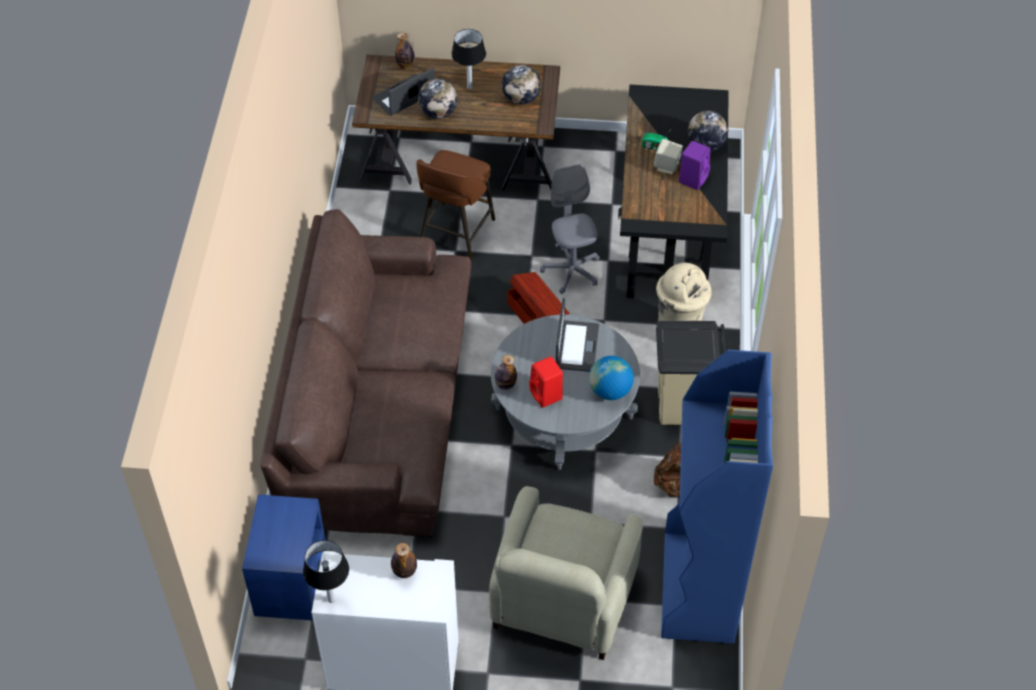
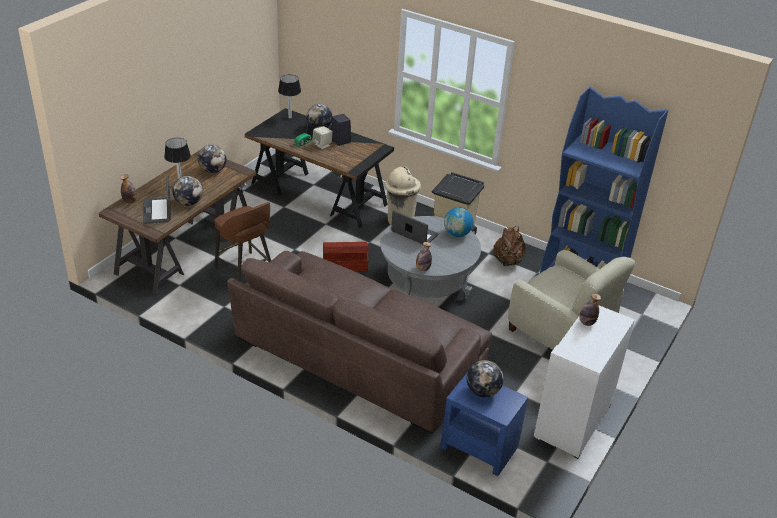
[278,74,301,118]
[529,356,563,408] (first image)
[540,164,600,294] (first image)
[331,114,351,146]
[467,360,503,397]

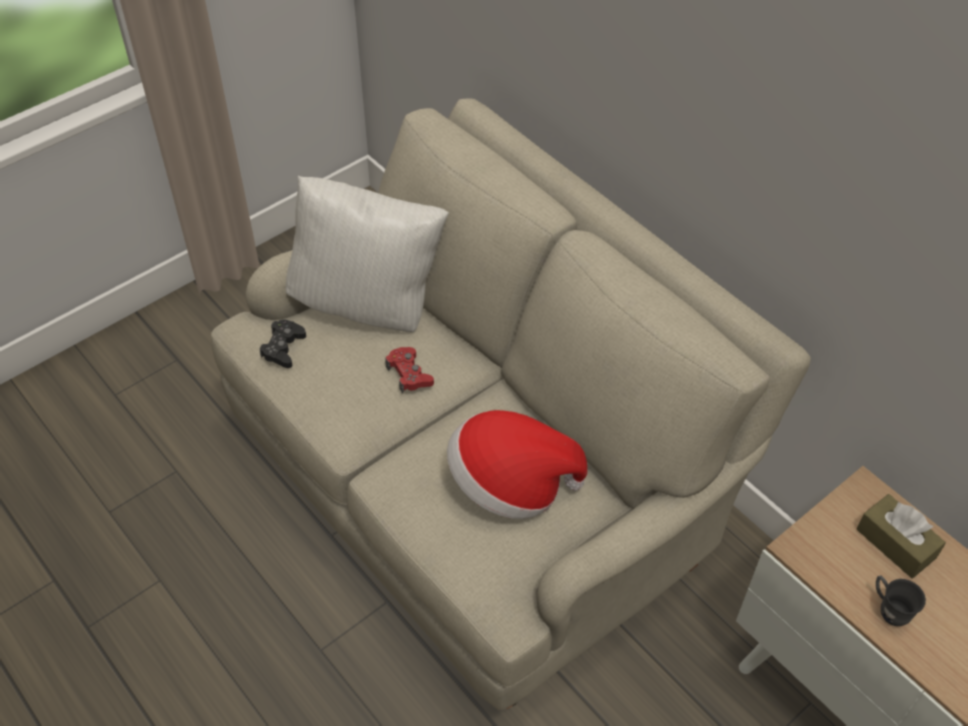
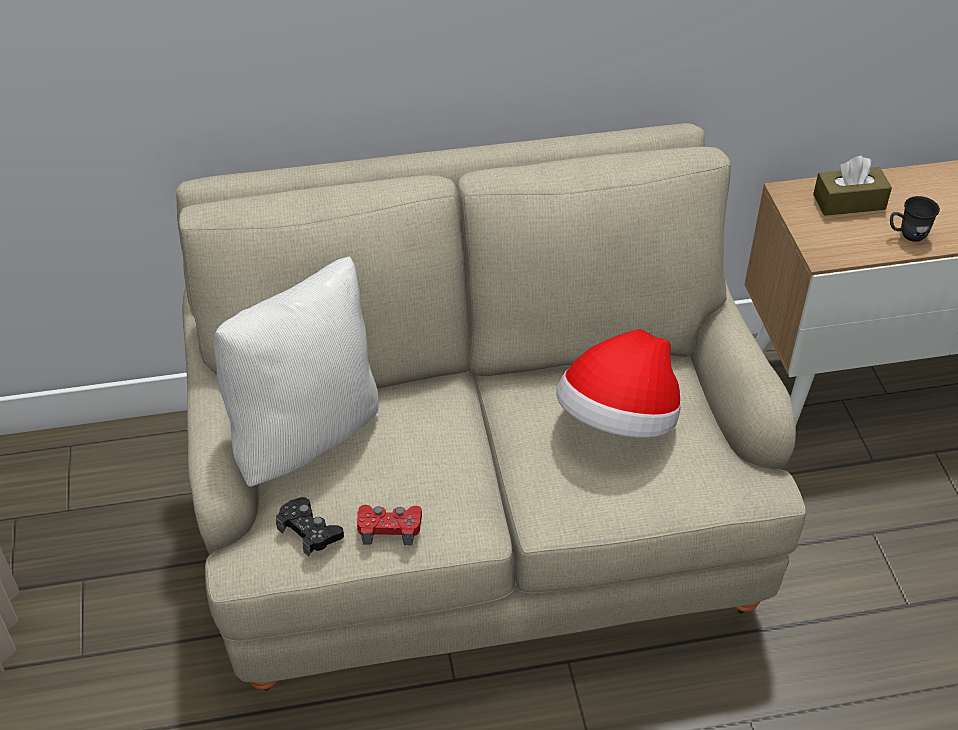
[357,505,422,545]

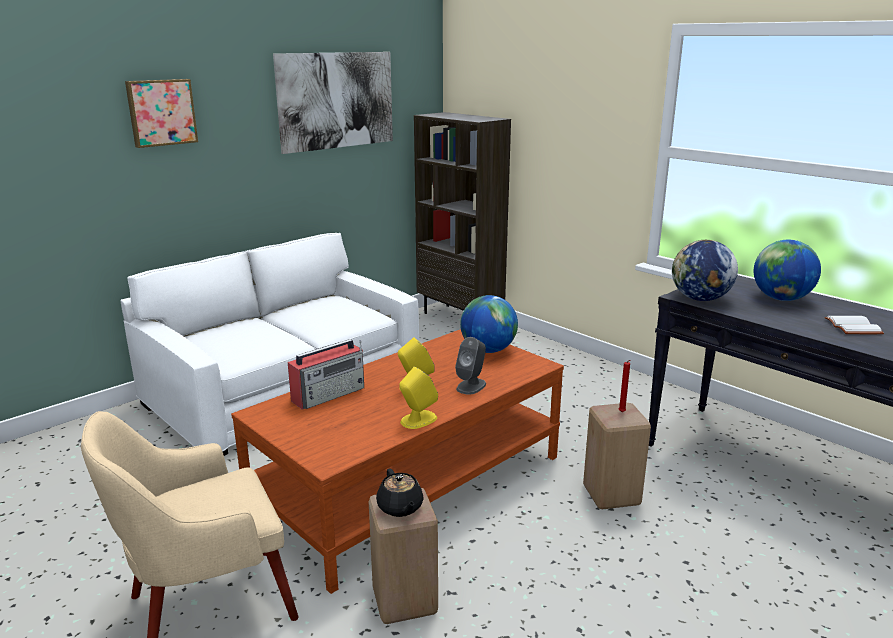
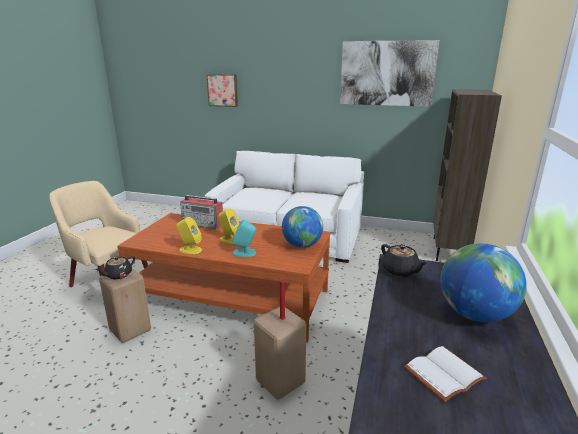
[206,74,238,107]
[233,220,256,257]
[381,244,427,277]

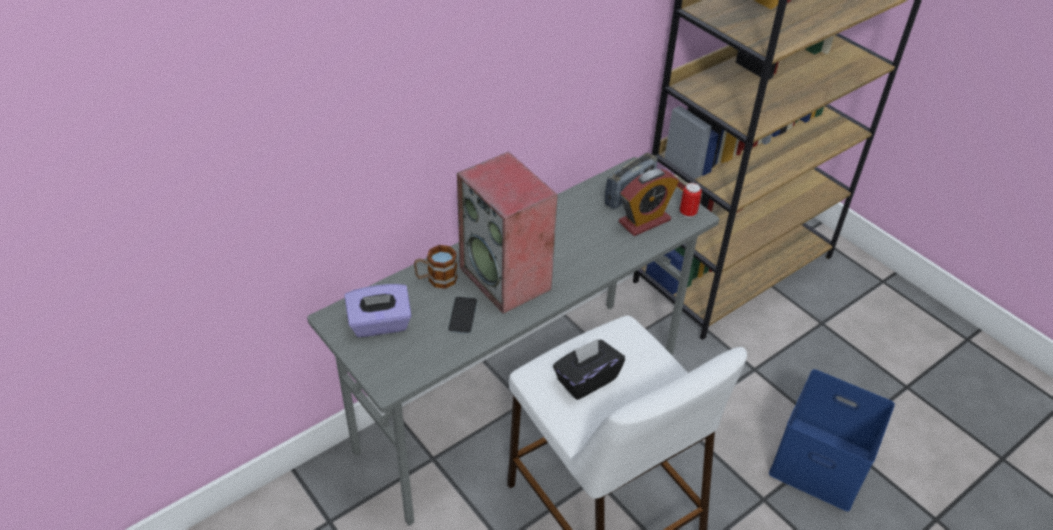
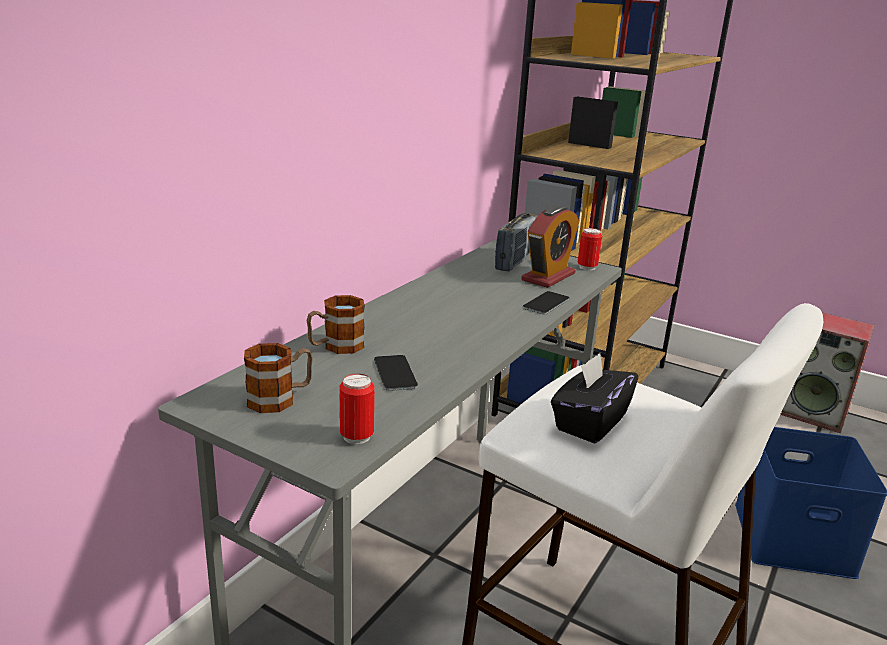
[244,343,313,413]
[780,313,875,433]
[339,374,375,444]
[523,291,569,314]

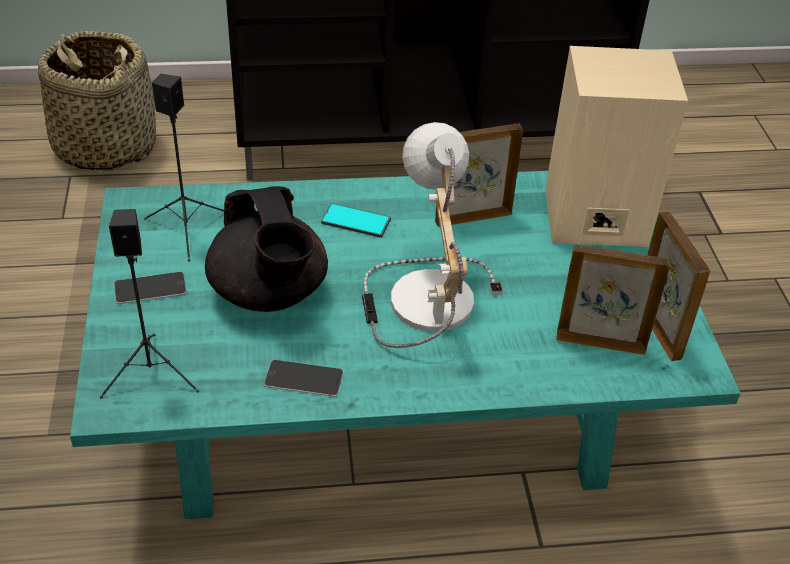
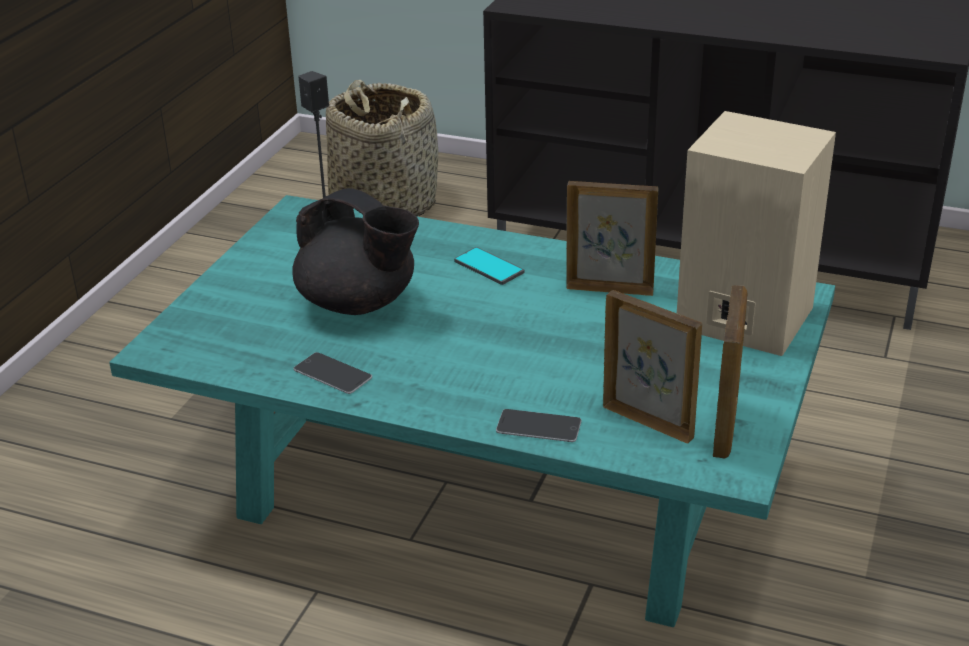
[100,209,199,399] (first image)
[496,409,582,442]
[292,188,419,315]
[362,122,503,348] (first image)

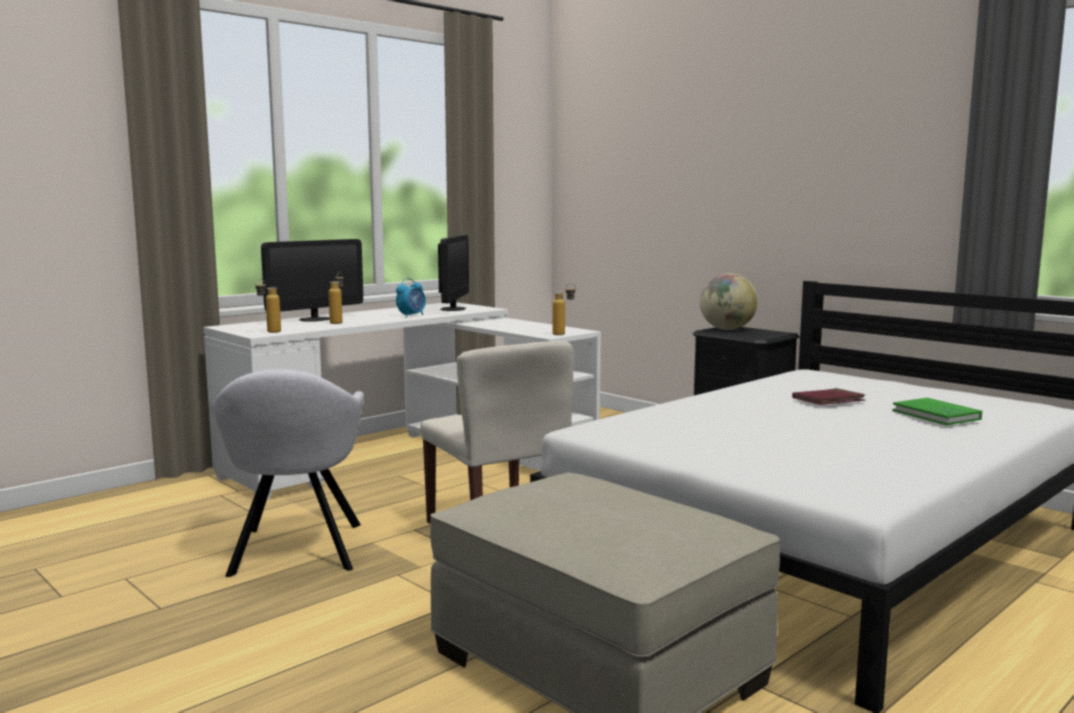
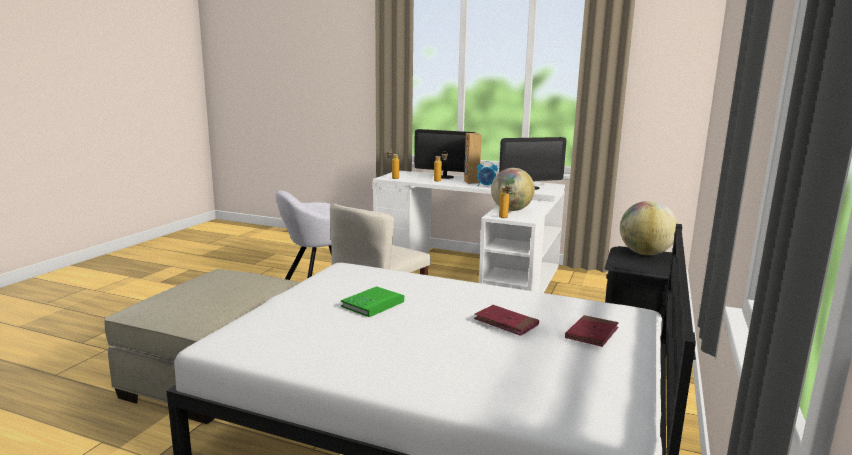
[341,286,404,317]
[464,133,482,184]
[491,168,535,211]
[565,315,619,347]

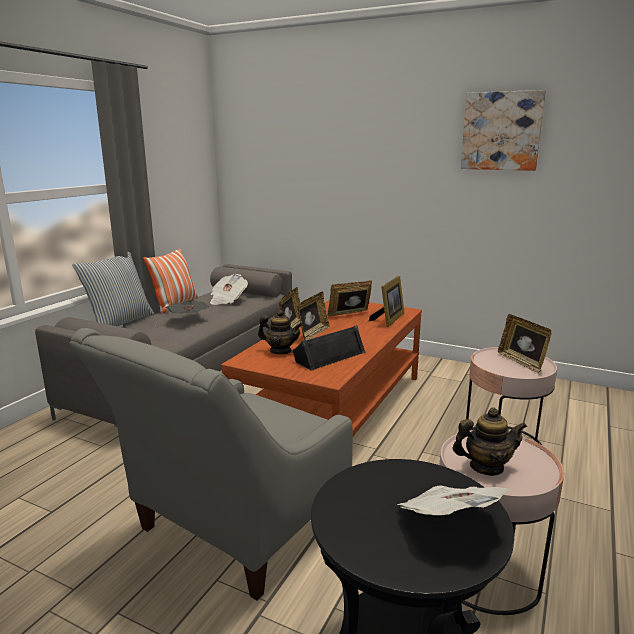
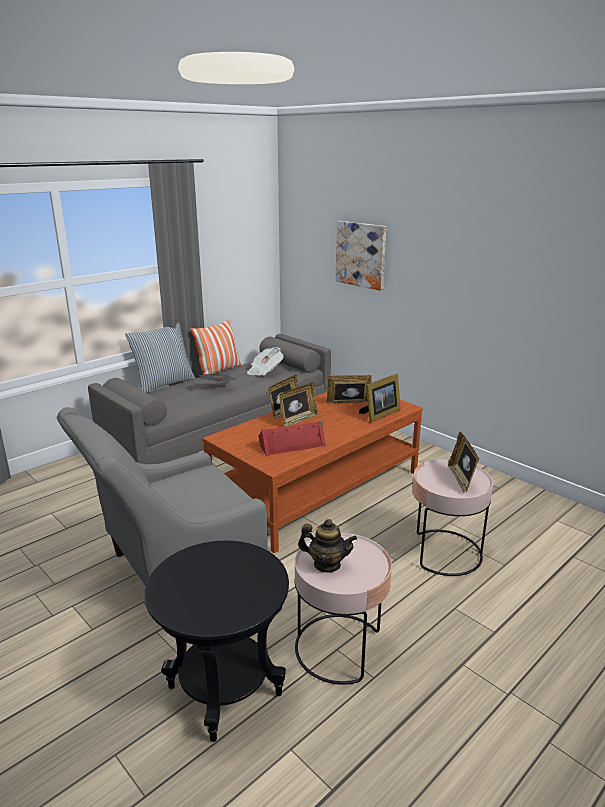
[258,310,303,354] (first image)
[258,421,326,456]
[397,486,512,515] (first image)
[336,221,386,291]

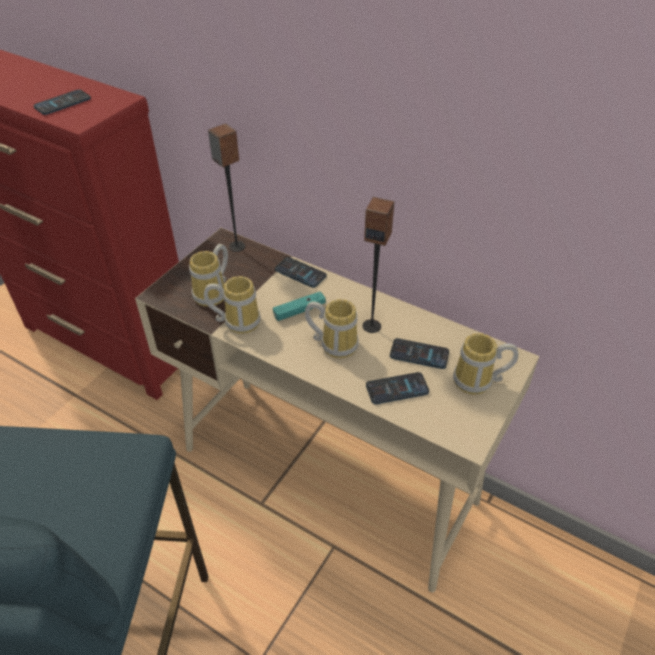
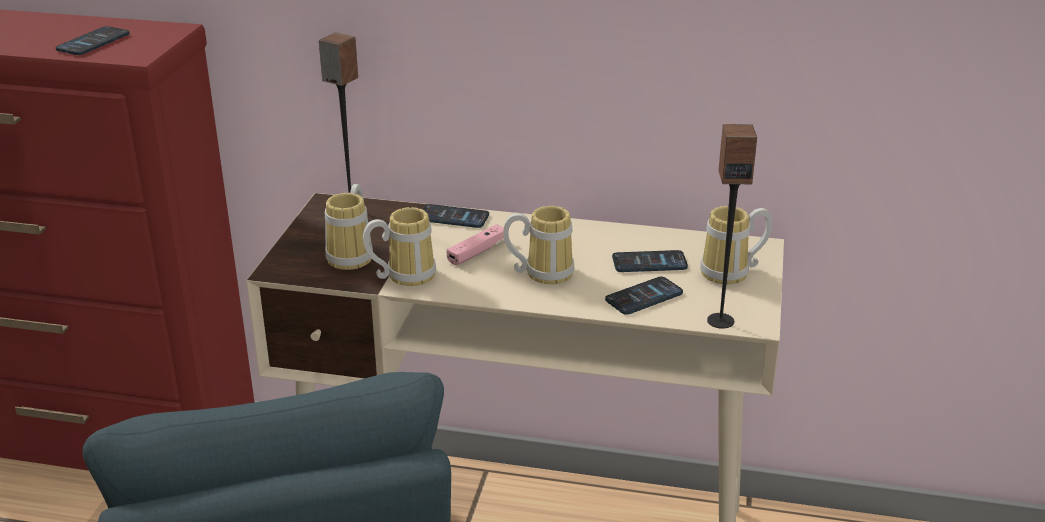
[447,224,504,265]
[707,124,757,329]

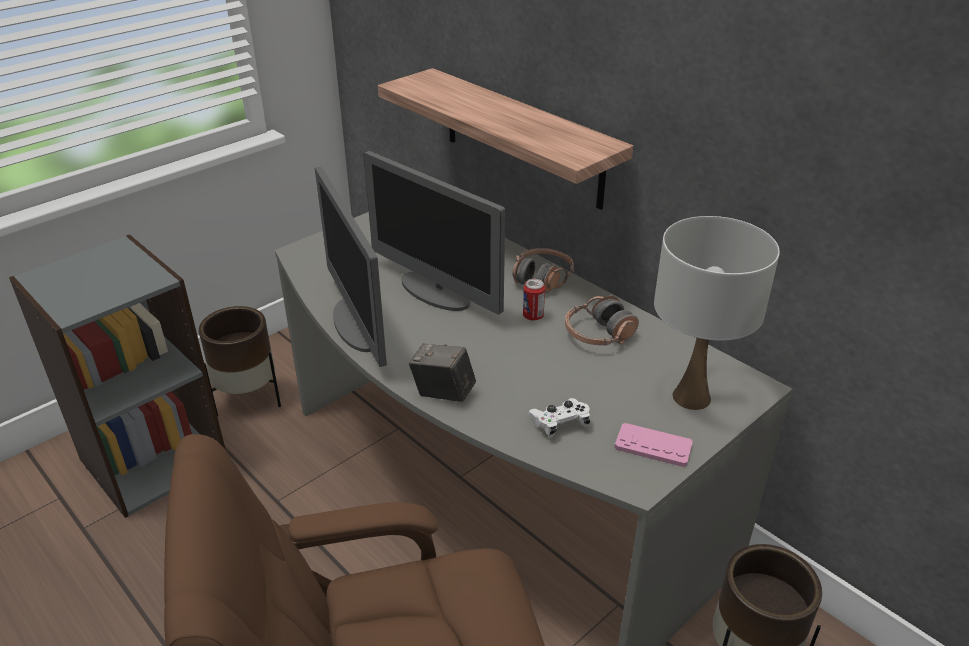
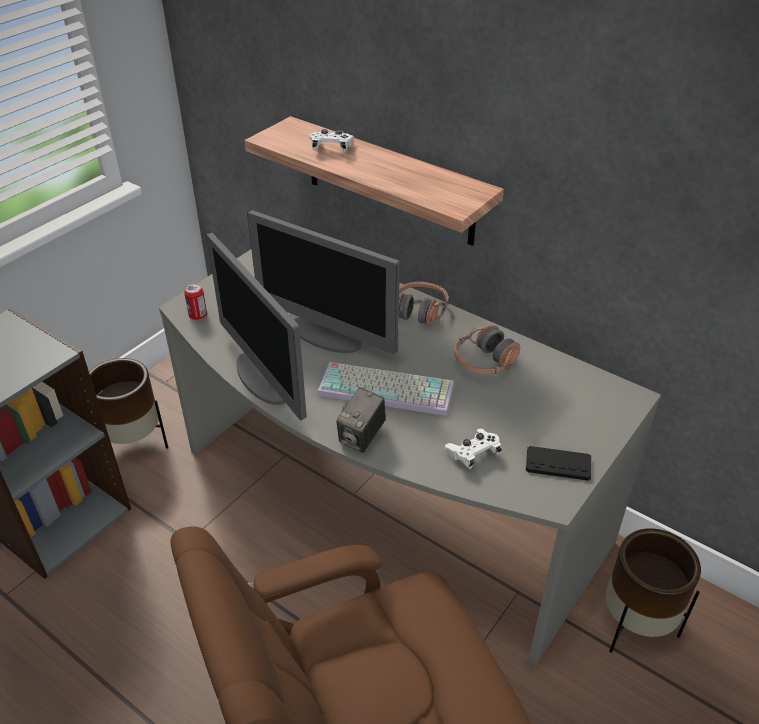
[337,387,386,453]
[184,284,207,320]
[526,446,591,481]
[654,216,780,410] (first image)
[310,129,354,152]
[317,362,454,416]

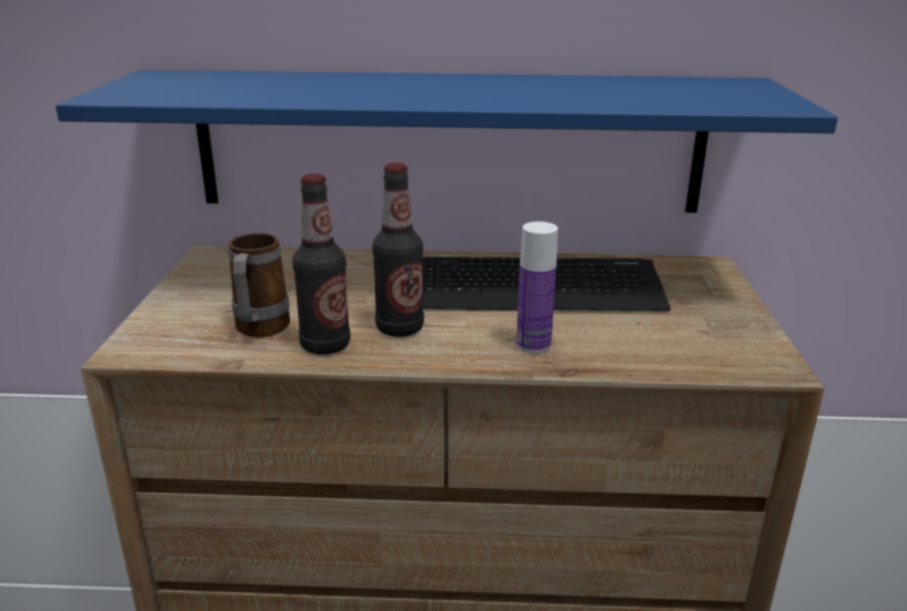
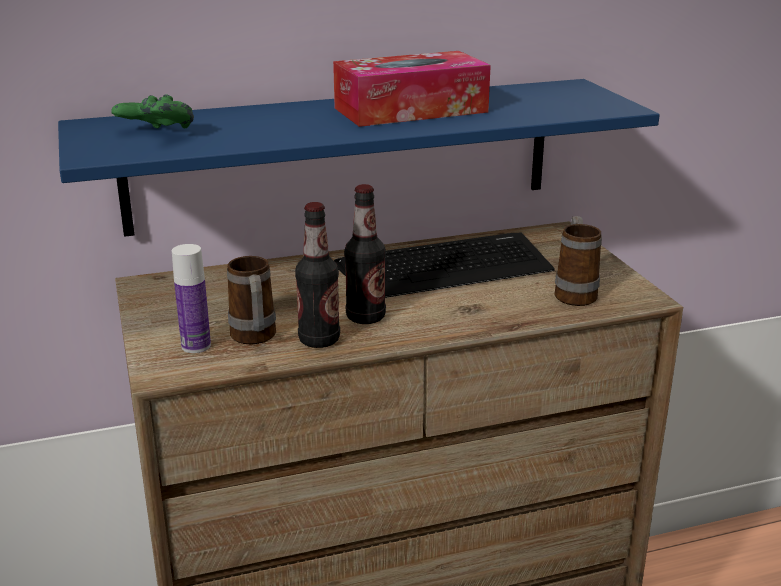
[172,244,211,353]
[111,94,194,128]
[333,51,491,127]
[554,216,602,306]

